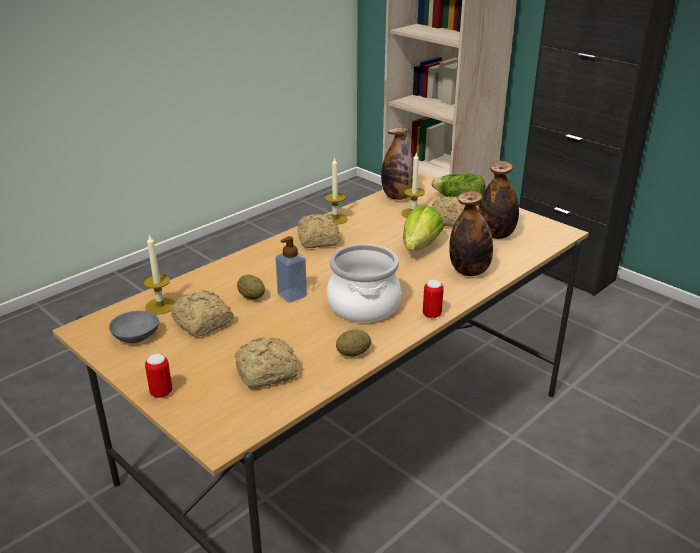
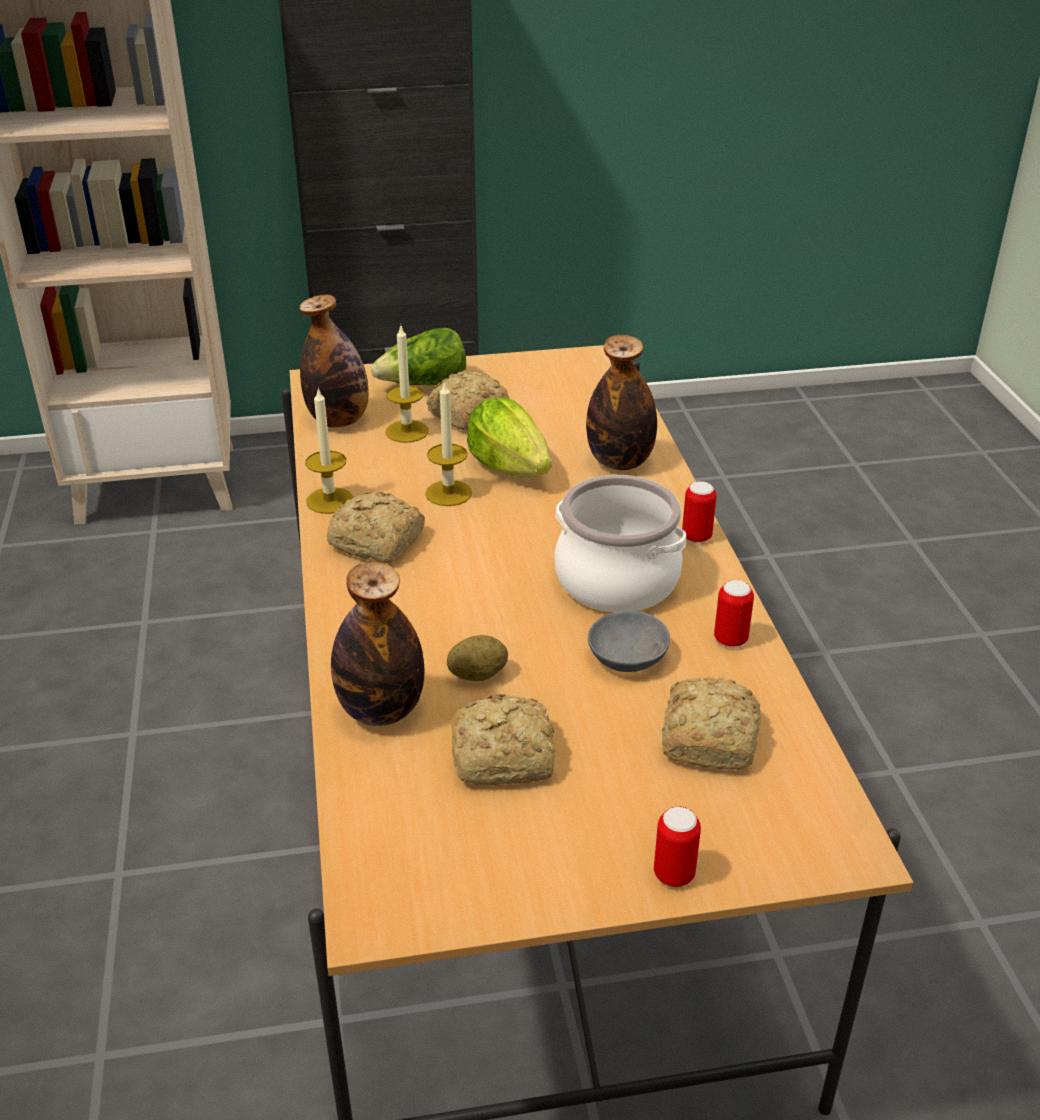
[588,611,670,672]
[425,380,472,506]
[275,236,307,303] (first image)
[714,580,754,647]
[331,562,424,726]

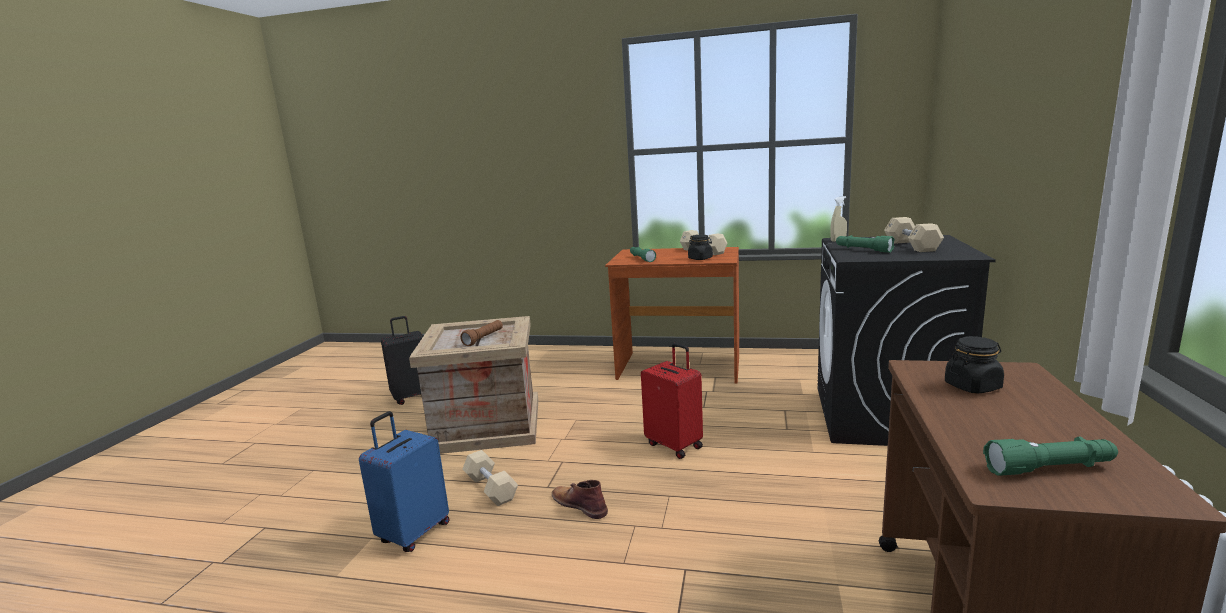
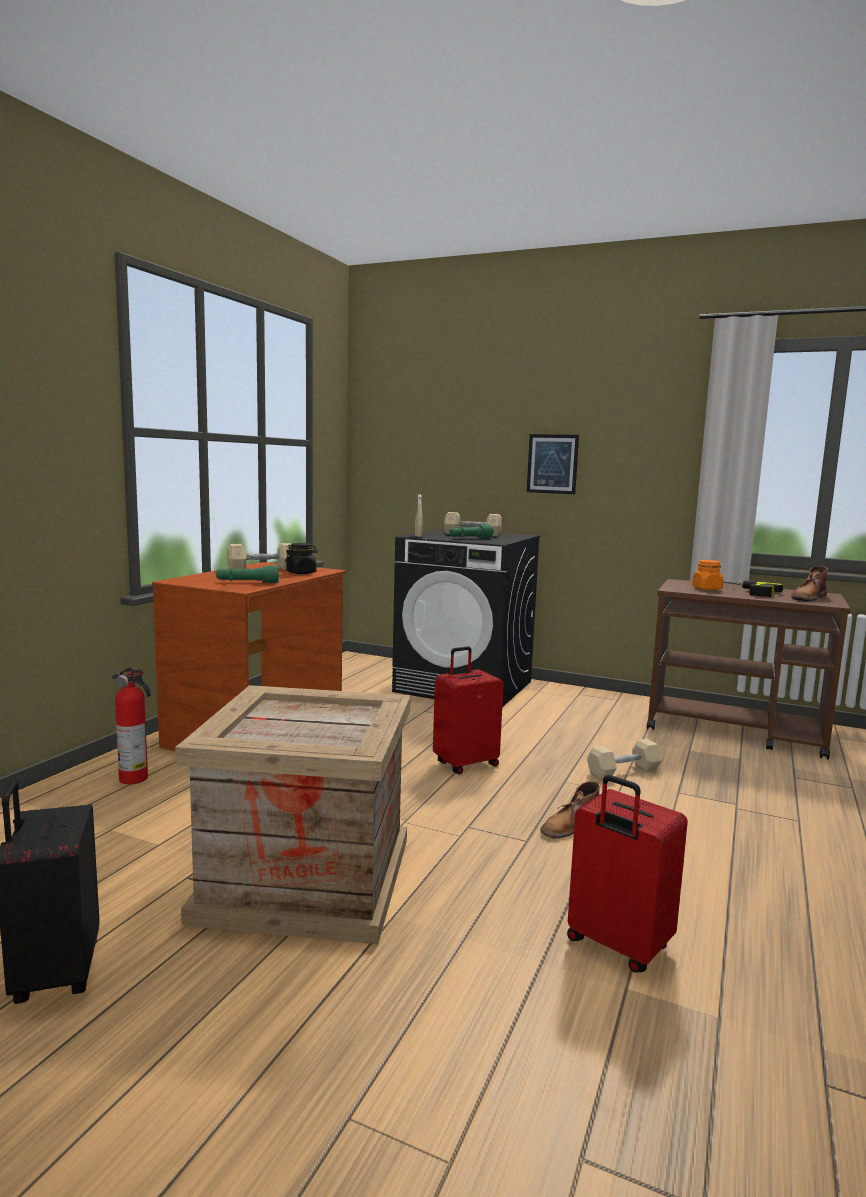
[567,775,688,972]
[460,320,503,346] (first image)
[587,739,662,780]
[692,560,724,590]
[791,566,828,601]
[112,667,151,784]
[527,434,579,494]
[723,581,784,597]

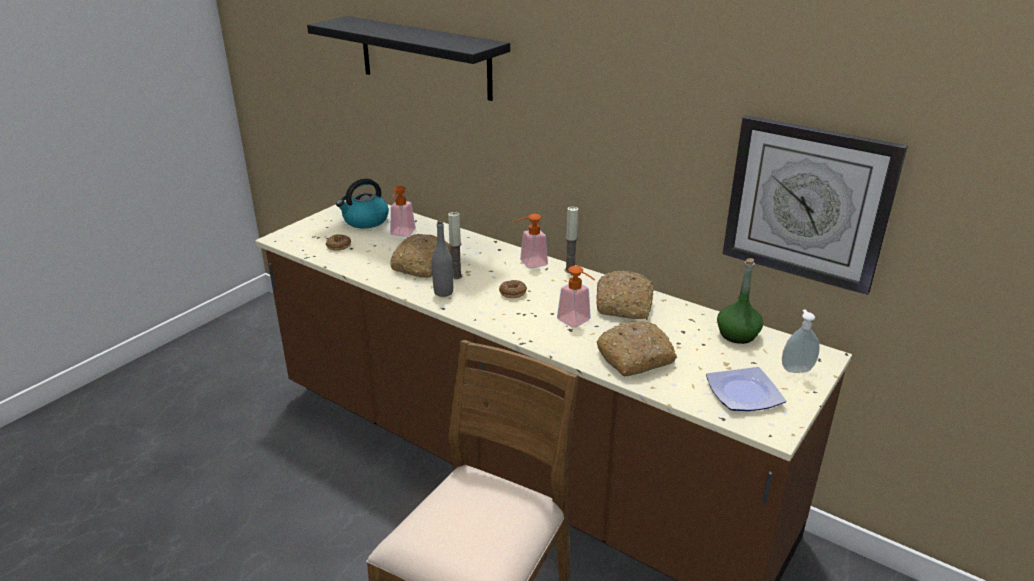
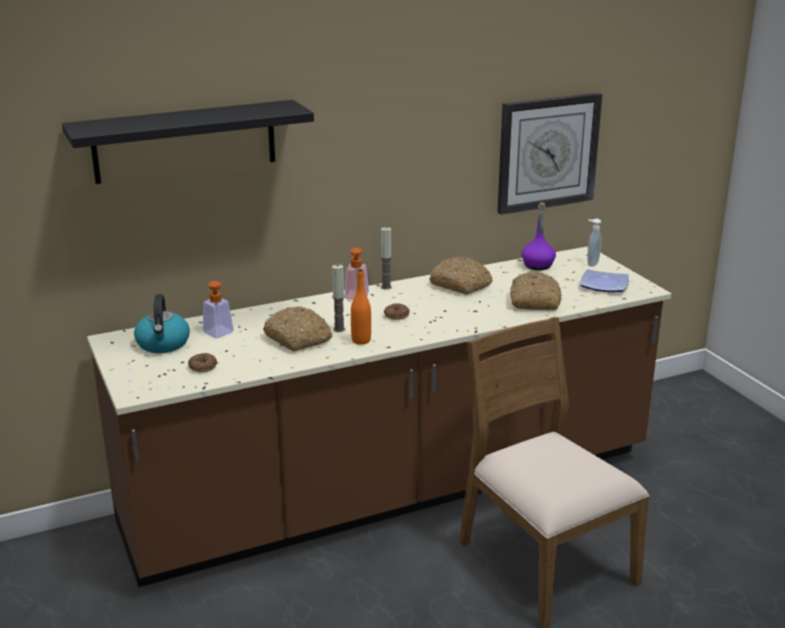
[351,269,371,345]
[557,266,595,328] (first image)
[521,202,556,270]

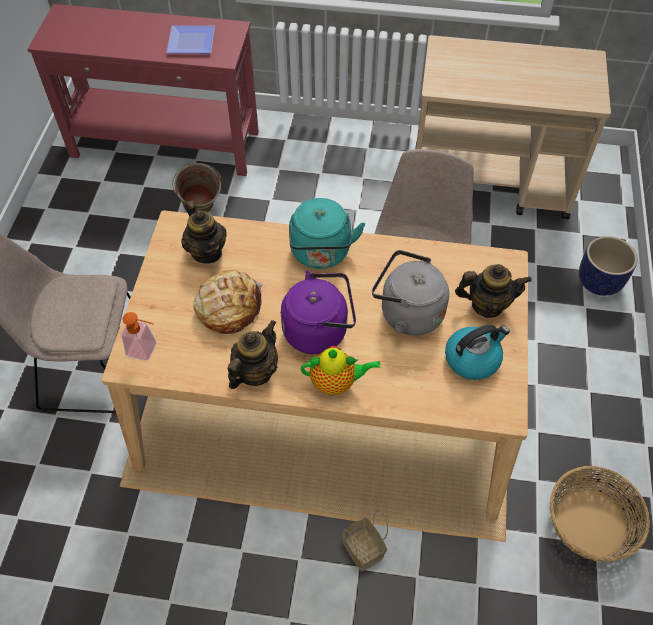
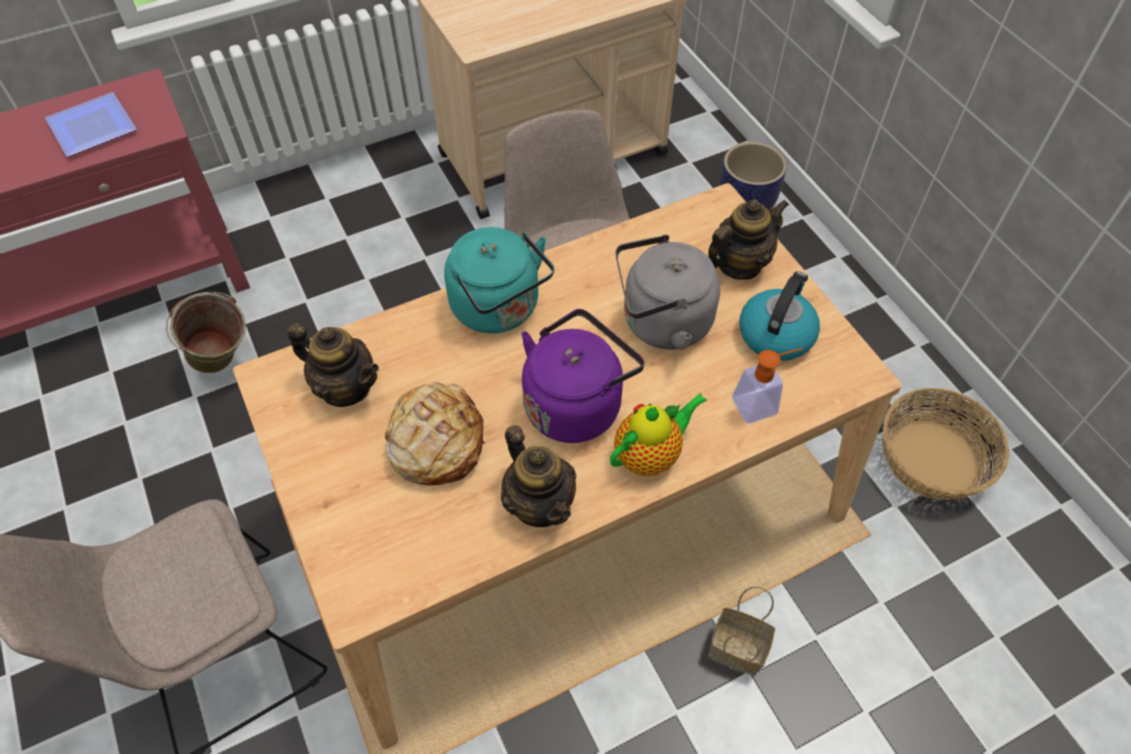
[732,348,803,423]
[501,425,576,527]

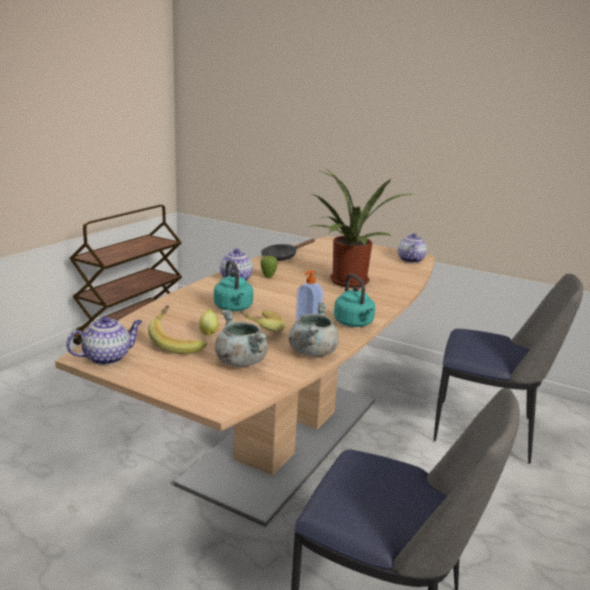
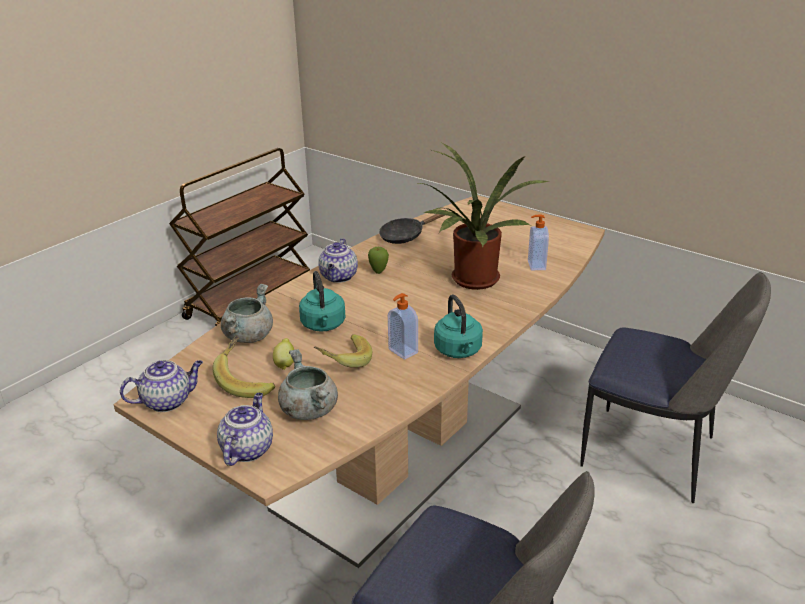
[221,283,273,343]
[217,393,273,466]
[528,214,549,270]

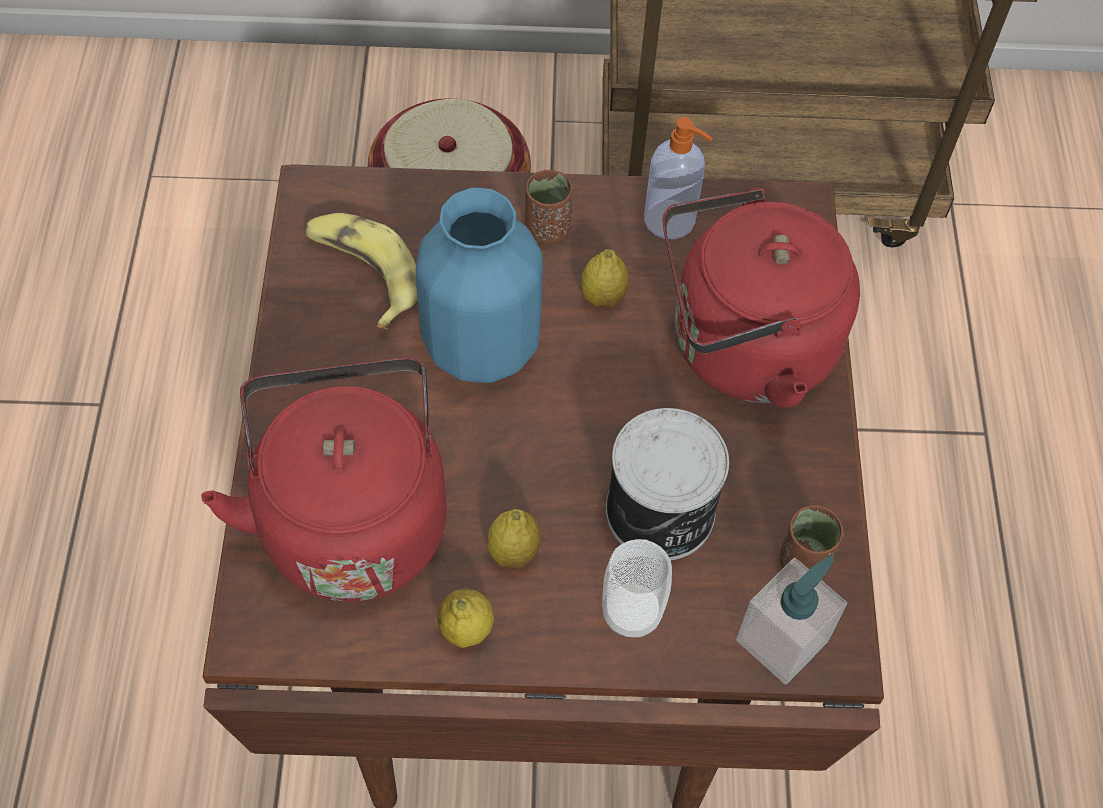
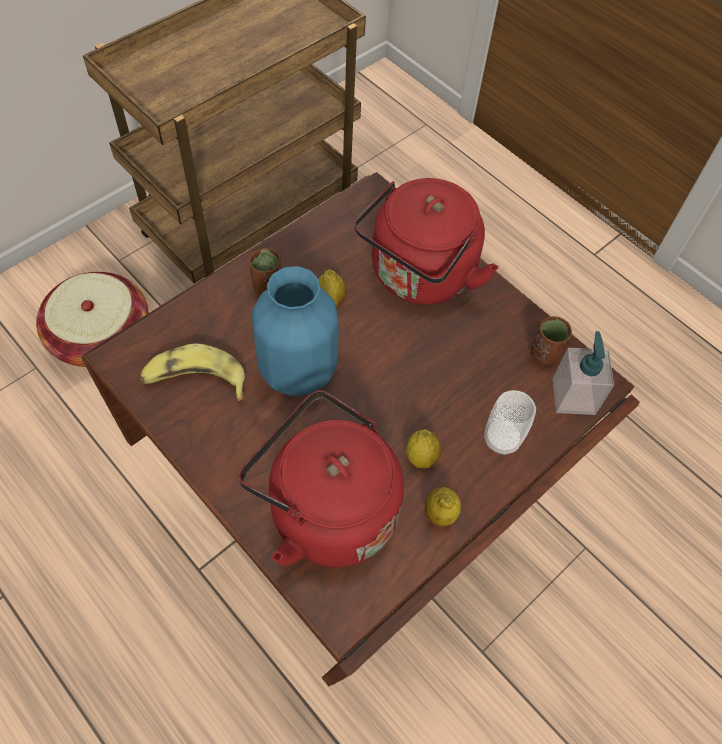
[606,408,729,560] (first image)
[644,117,713,239] (first image)

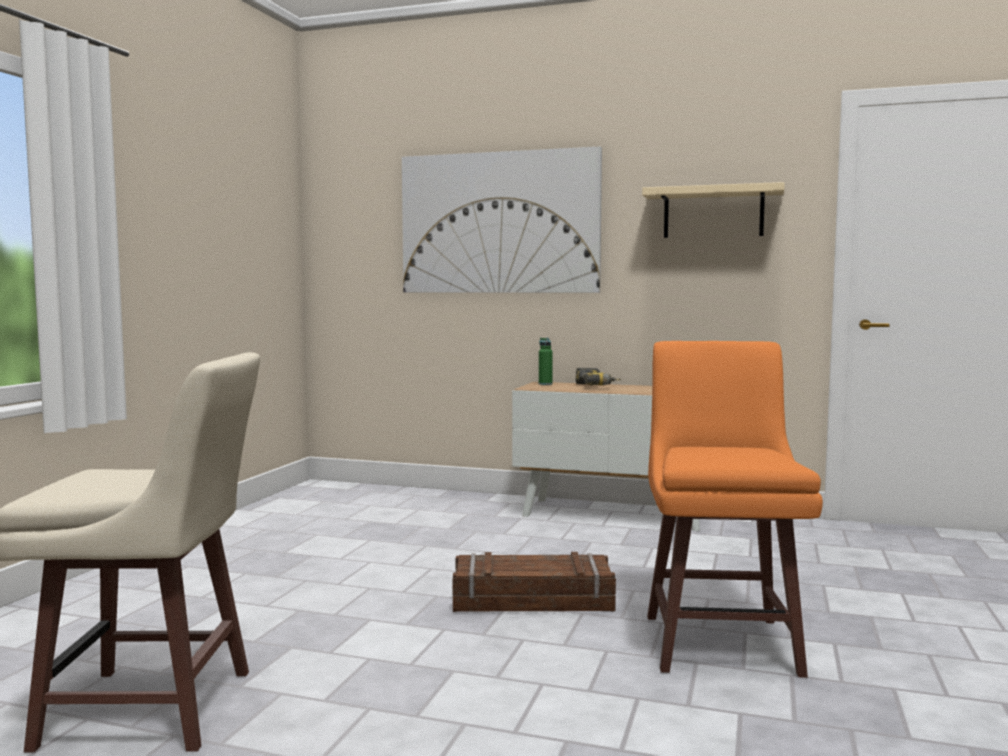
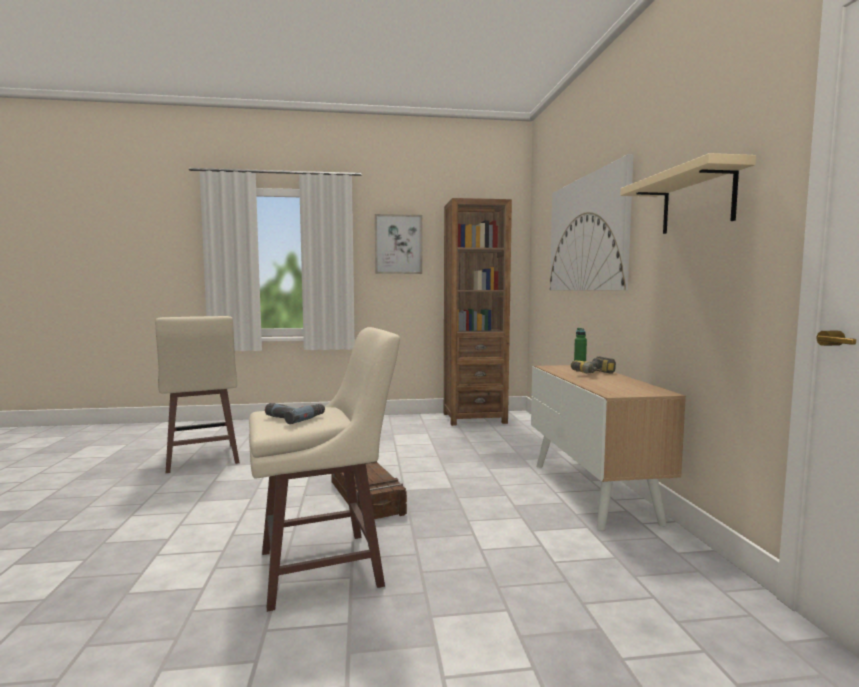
[249,327,400,612]
[265,403,325,424]
[375,214,422,274]
[444,198,512,426]

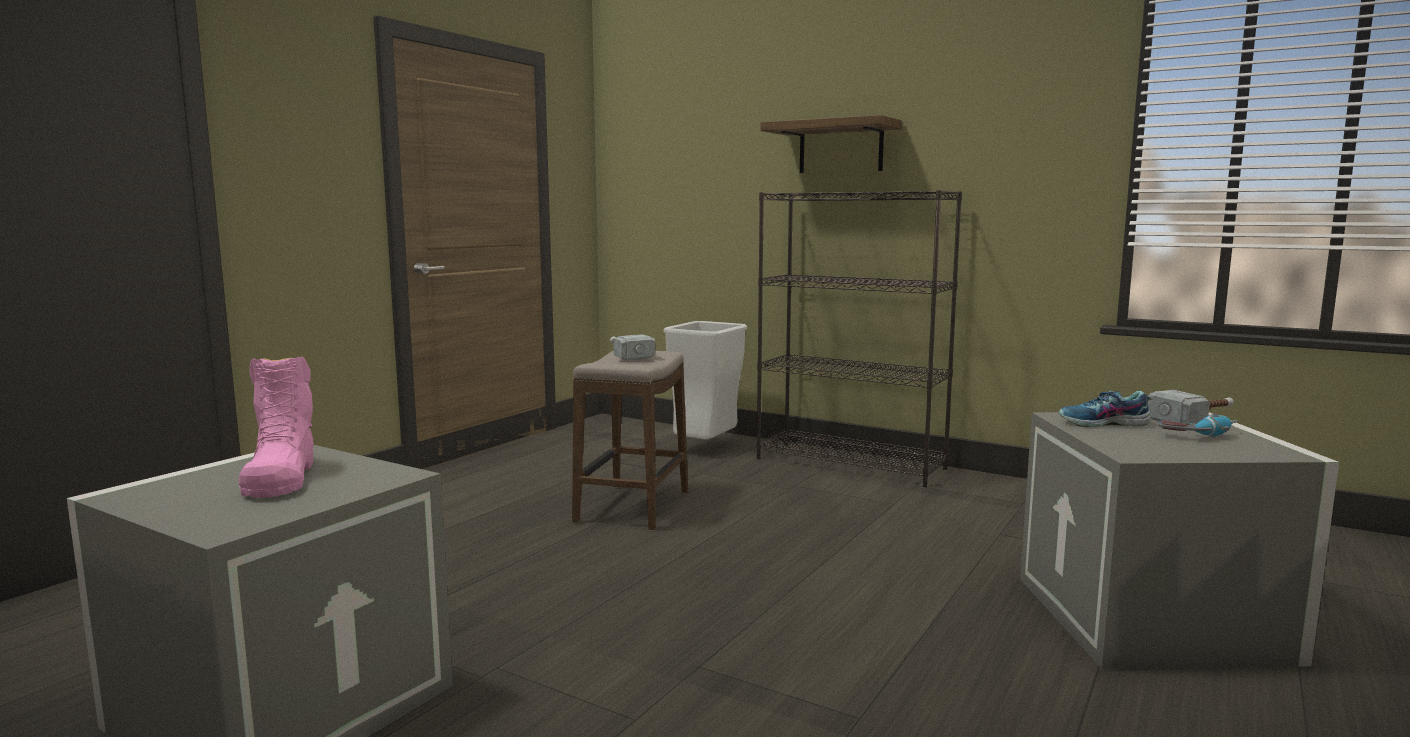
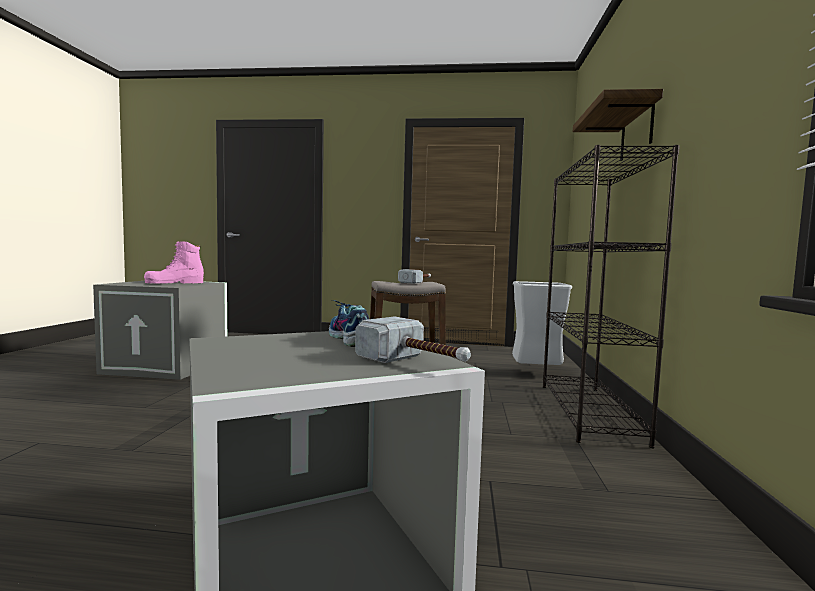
[1159,414,1238,437] (first image)

